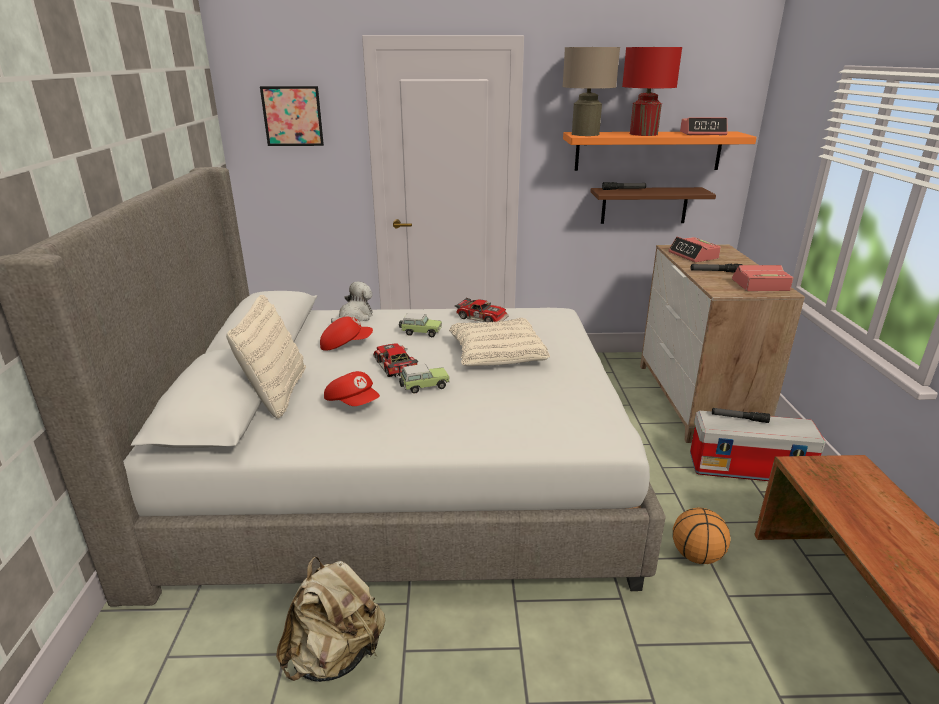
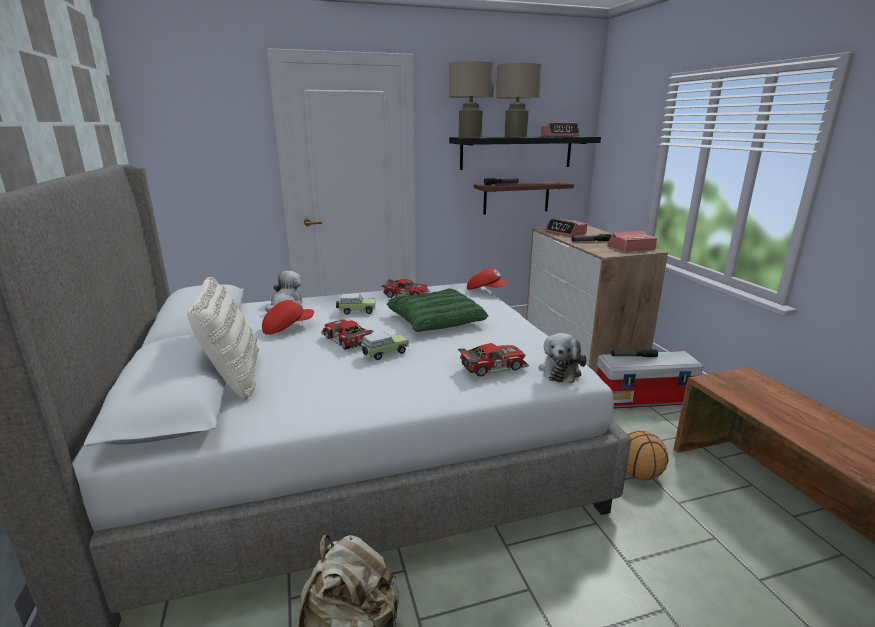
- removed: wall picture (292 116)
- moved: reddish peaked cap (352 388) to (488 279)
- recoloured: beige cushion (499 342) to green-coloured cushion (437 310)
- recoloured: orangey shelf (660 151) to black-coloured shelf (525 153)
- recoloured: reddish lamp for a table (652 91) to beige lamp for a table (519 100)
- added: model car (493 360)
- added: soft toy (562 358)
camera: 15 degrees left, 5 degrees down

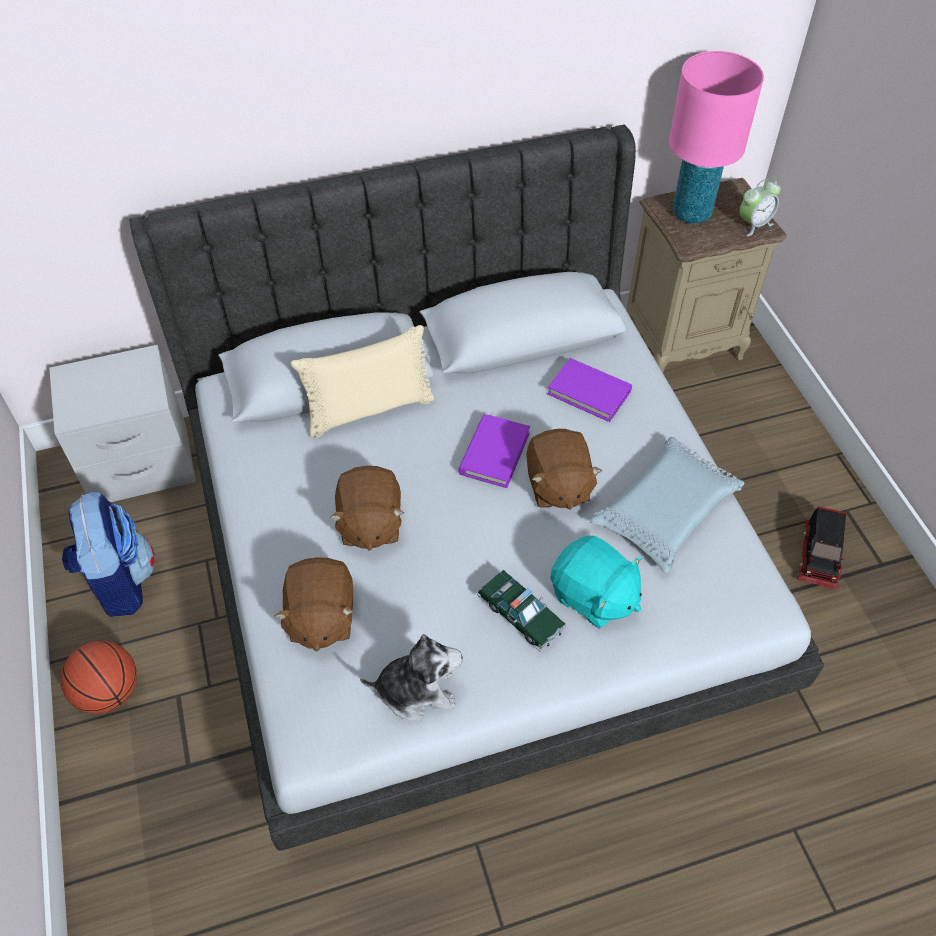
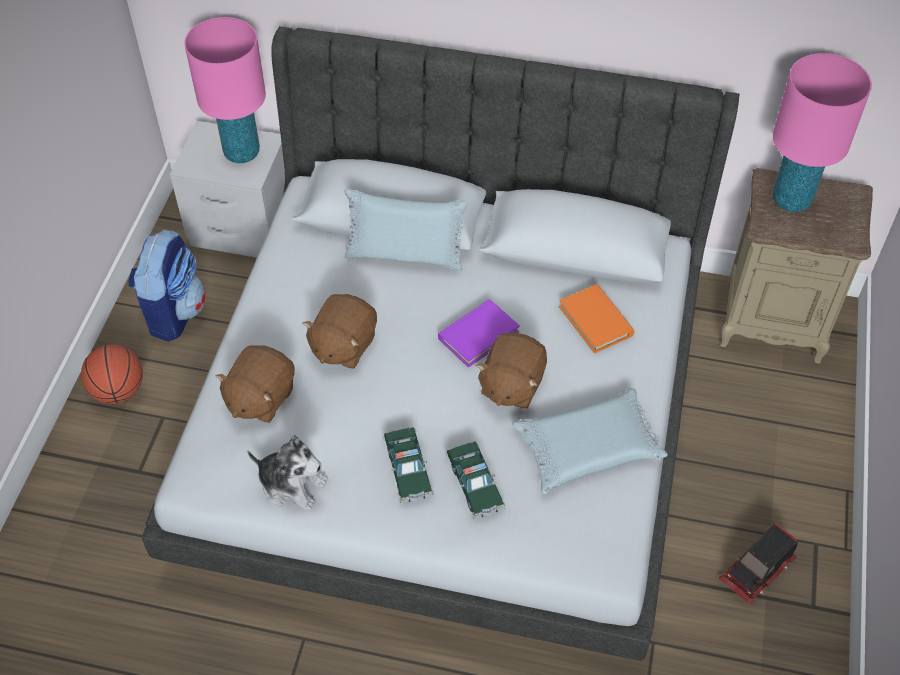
- recoloured: beige cushion (362 382) to bluish cushion (405 230)
- recoloured: purplish volume (589 390) to orangey volume (596 318)
- replaced: blue-green soft toy (596 582) to model car (475 479)
- removed: bedside clock (760 207)
- added: pink-coloured lamp for a table (225 90)
camera: 30 degrees right, 0 degrees up

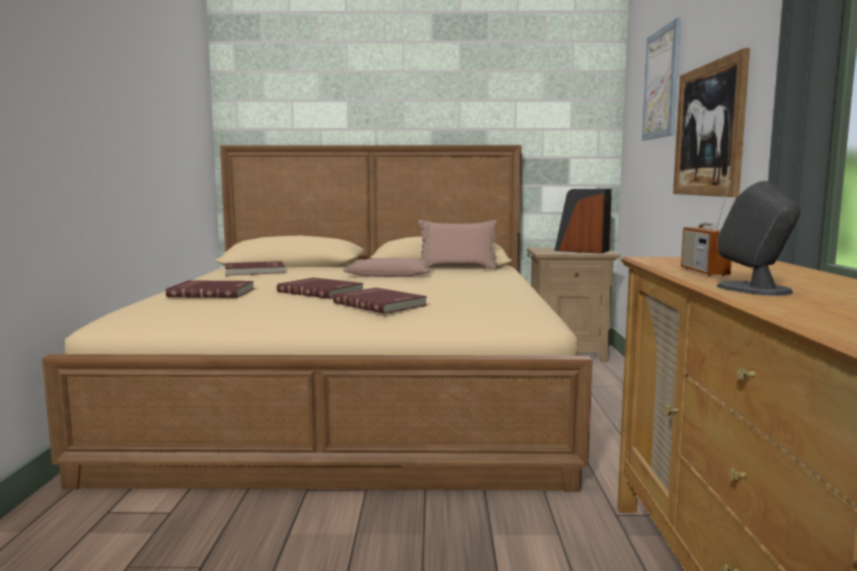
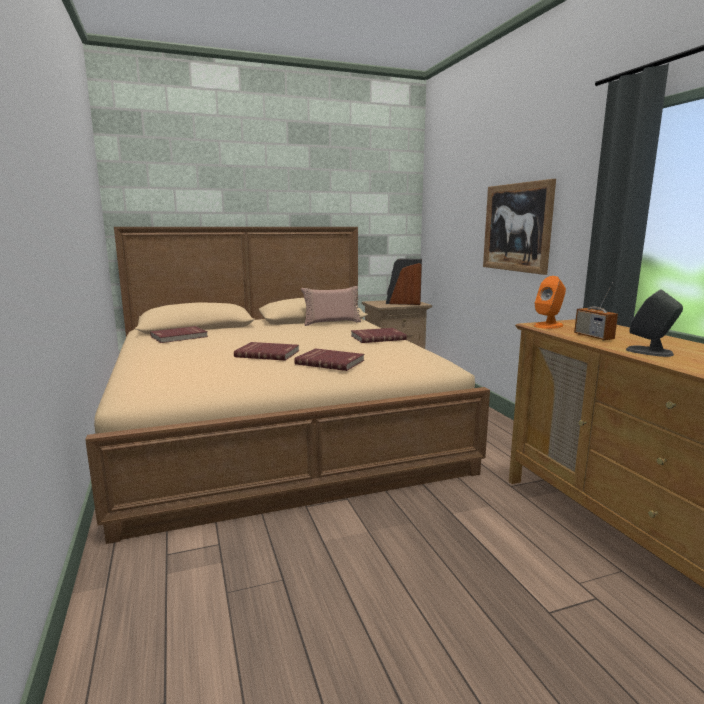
- moved: reddish volume (210 289) to (379 335)
- removed: beige cushion (388 267)
- removed: wall picture (661 79)
- added: orangey loudspeaker (550 302)
camera: 20 degrees left, 5 degrees up

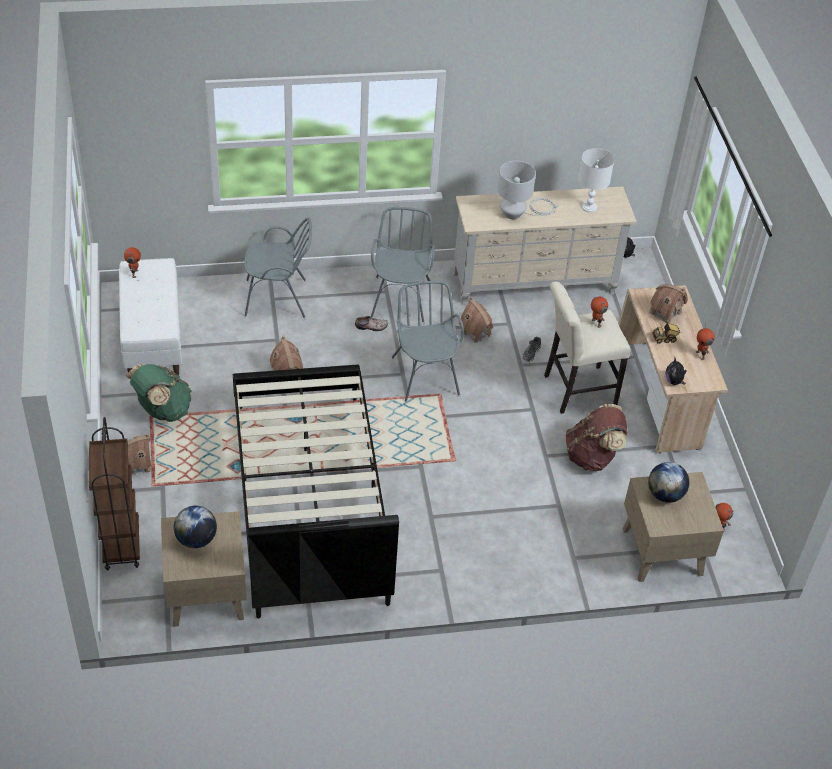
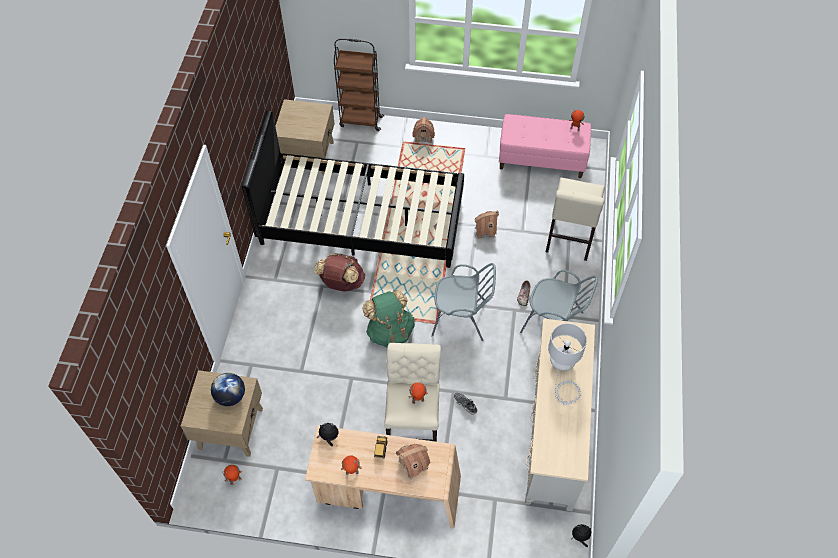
- recoloured: whitish bench (150 316) to pink-coloured bench (545 146)
- moved: green-coloured backpack (158 393) to (389 319)
- removed: desk globe (195 527)
- replaced: grey chair (278 268) to beige stool seat (575 219)
- removed: model house (476 319)
- moved: brown backpack (597 437) to (339 272)
- removed: whitish lamp for a table (596 180)
camera: 110 degrees right, 10 degrees up

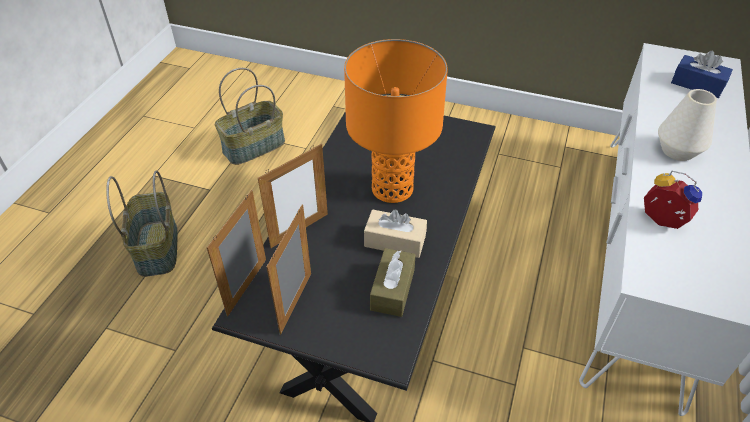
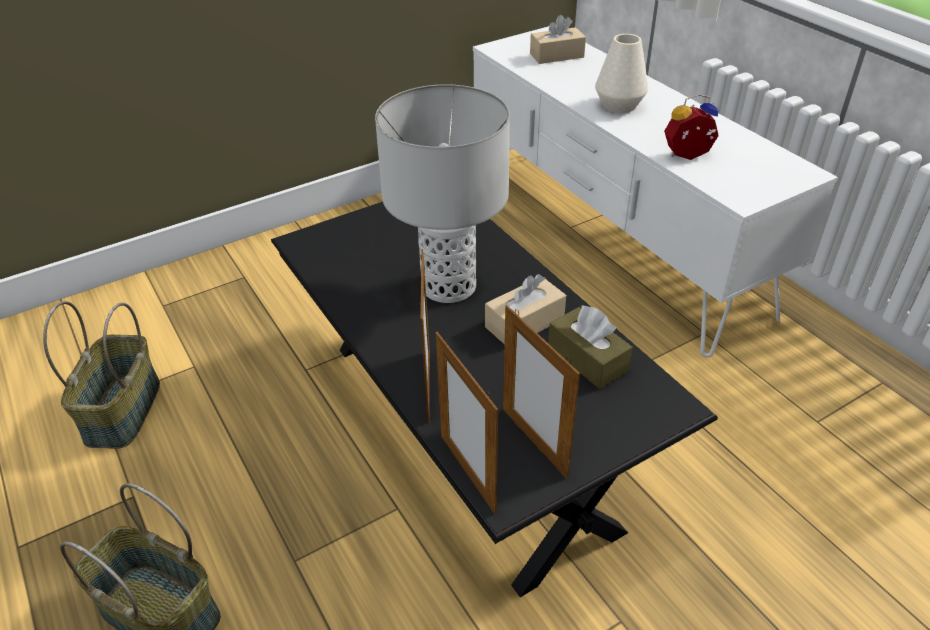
- recoloured: orangey lamp for a table (396 121) to whitish lamp for a table (442 193)
- recoloured: bluish tissue box (702 74) to beige tissue box (558 39)
camera: 50 degrees left, 5 degrees down

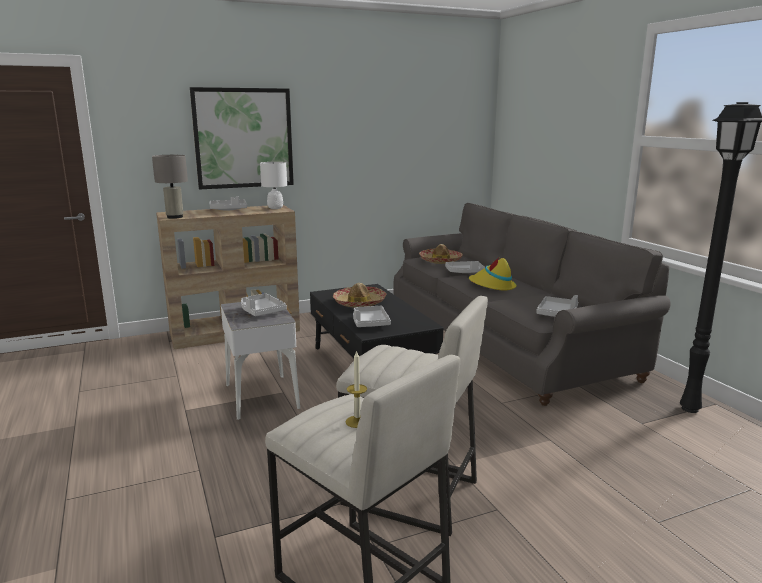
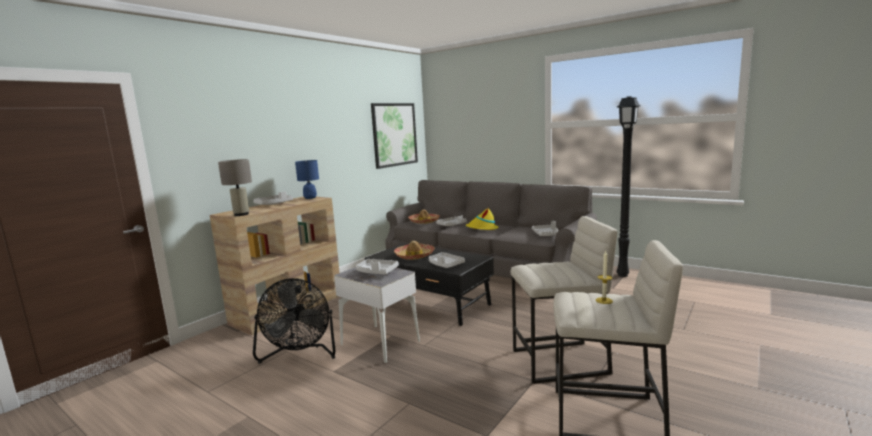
- moved: wall picture (242 138) to (394 136)
- recoloured: whitish lamp for a table (273 185) to bluish lamp for a table (307 179)
- added: black-coloured fan (294 321)
camera: 30 degrees left, 5 degrees down

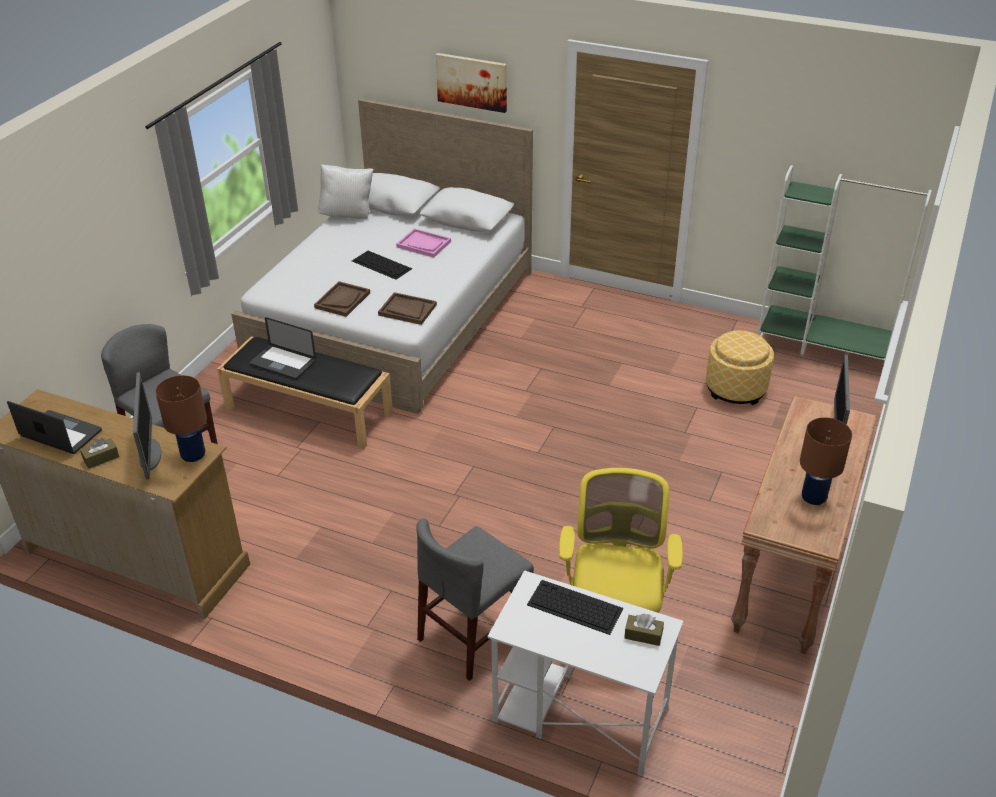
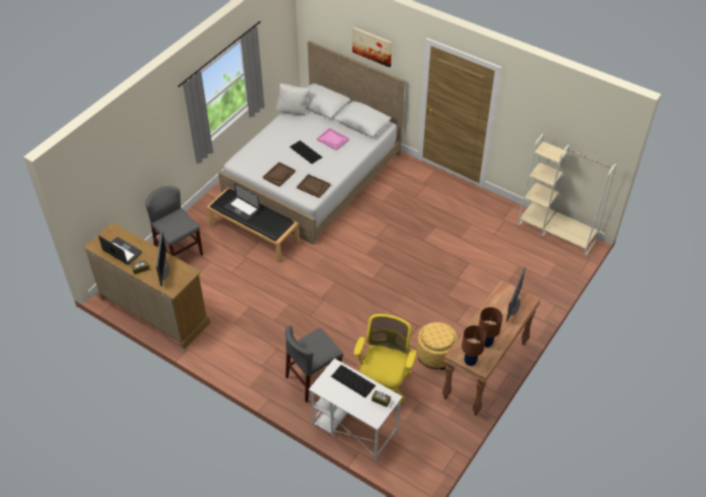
- moved: brown lamp for a table (181 418) to (474 345)
- moved: ottoman (740 368) to (437 346)
- recoloured: green-coloured garment rack (844 269) to beige garment rack (566 195)
camera: 10 degrees right, 10 degrees up

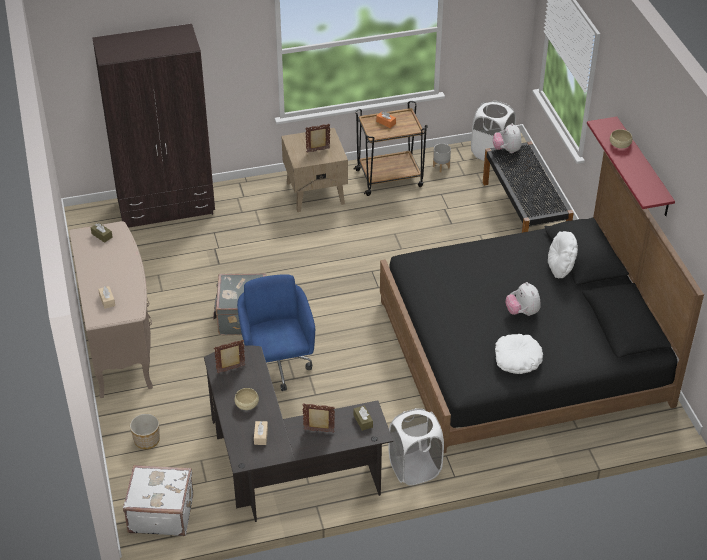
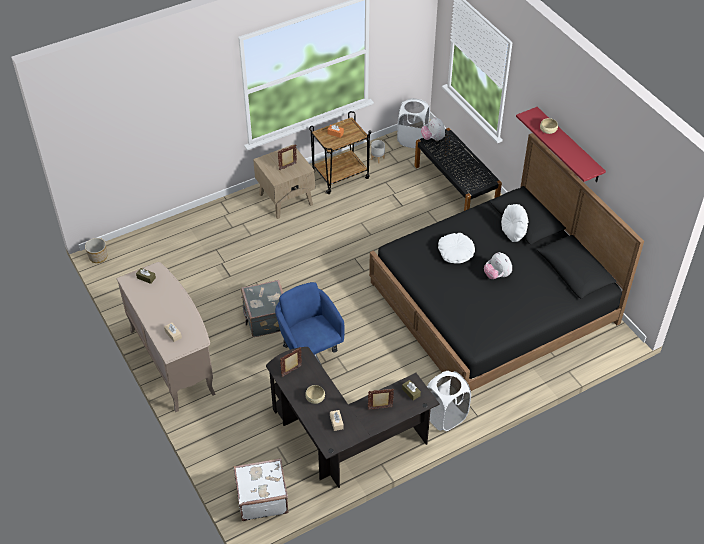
- removed: brown clothes cupboard (153 126)
- moved: planter (145 431) to (96 250)
- moved: whitish cushion (519 354) to (456 248)
camera: 15 degrees left, 5 degrees up

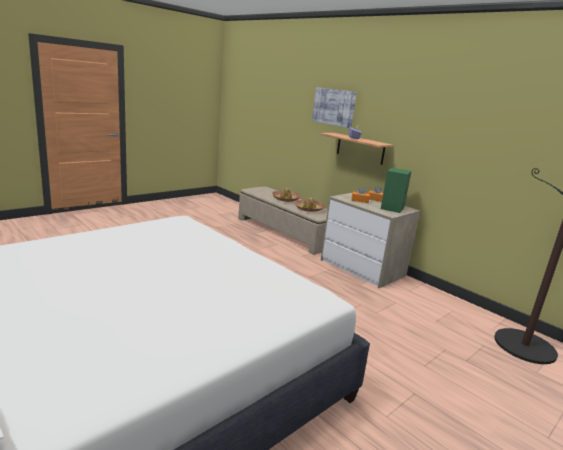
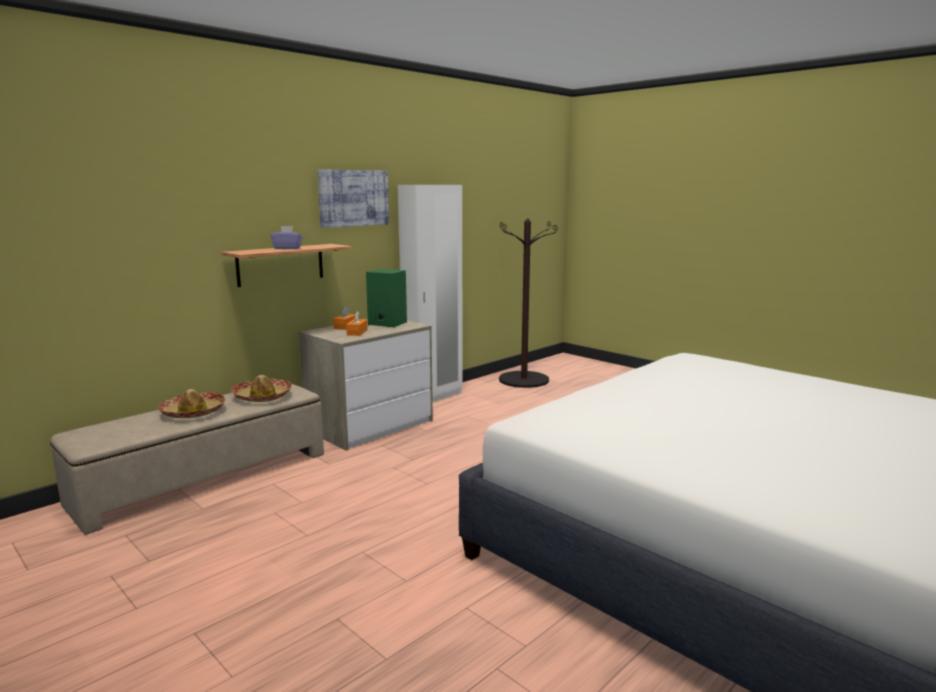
- moved: wall picture (334 107) to (353 198)
- added: whitish clothes cupboard (430 293)
camera: 90 degrees left, 5 degrees down

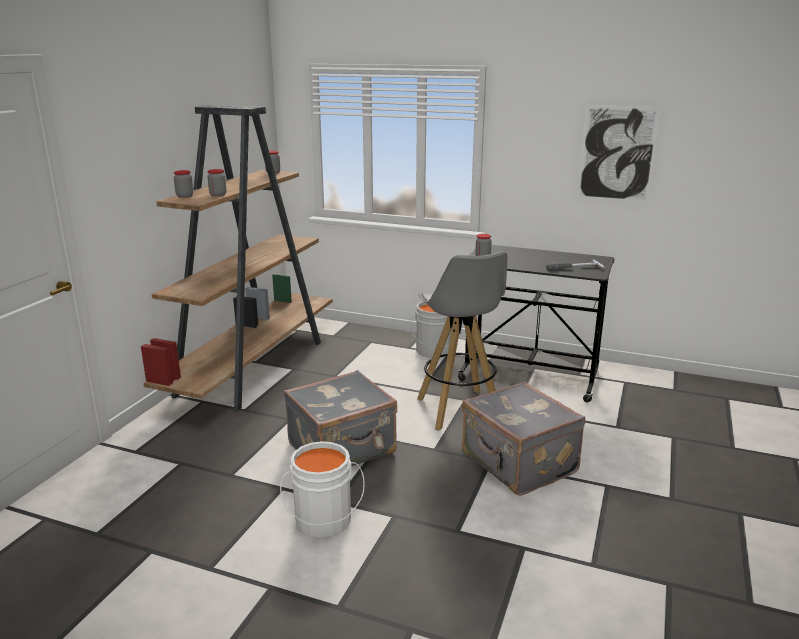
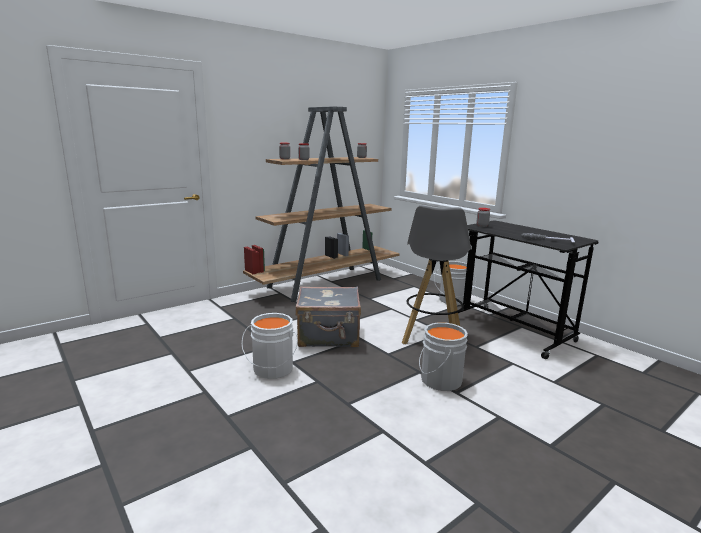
- replaced: grey travel case (523 439) to grey water bucket (443 356)
- removed: wall picture (618 153)
camera: 30 degrees right, 5 degrees down

